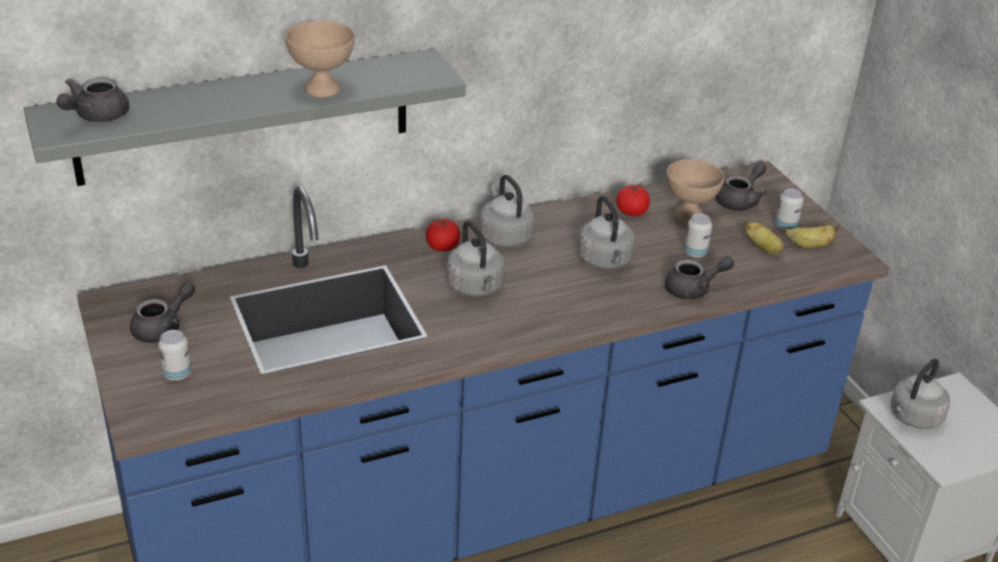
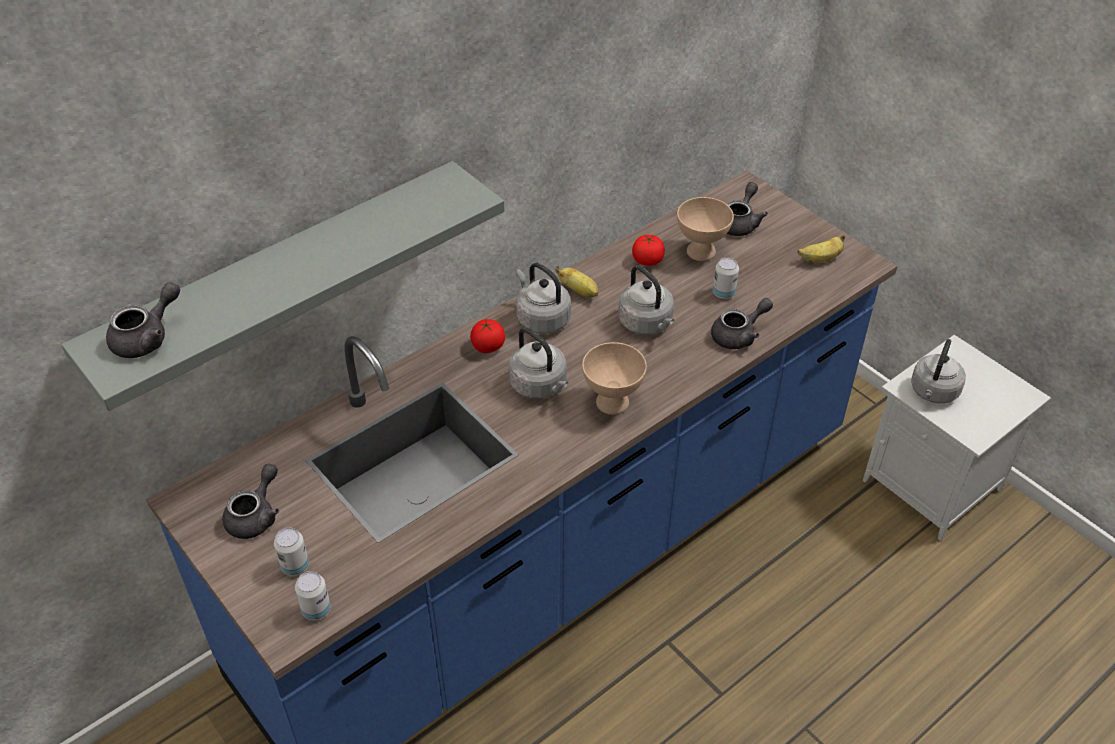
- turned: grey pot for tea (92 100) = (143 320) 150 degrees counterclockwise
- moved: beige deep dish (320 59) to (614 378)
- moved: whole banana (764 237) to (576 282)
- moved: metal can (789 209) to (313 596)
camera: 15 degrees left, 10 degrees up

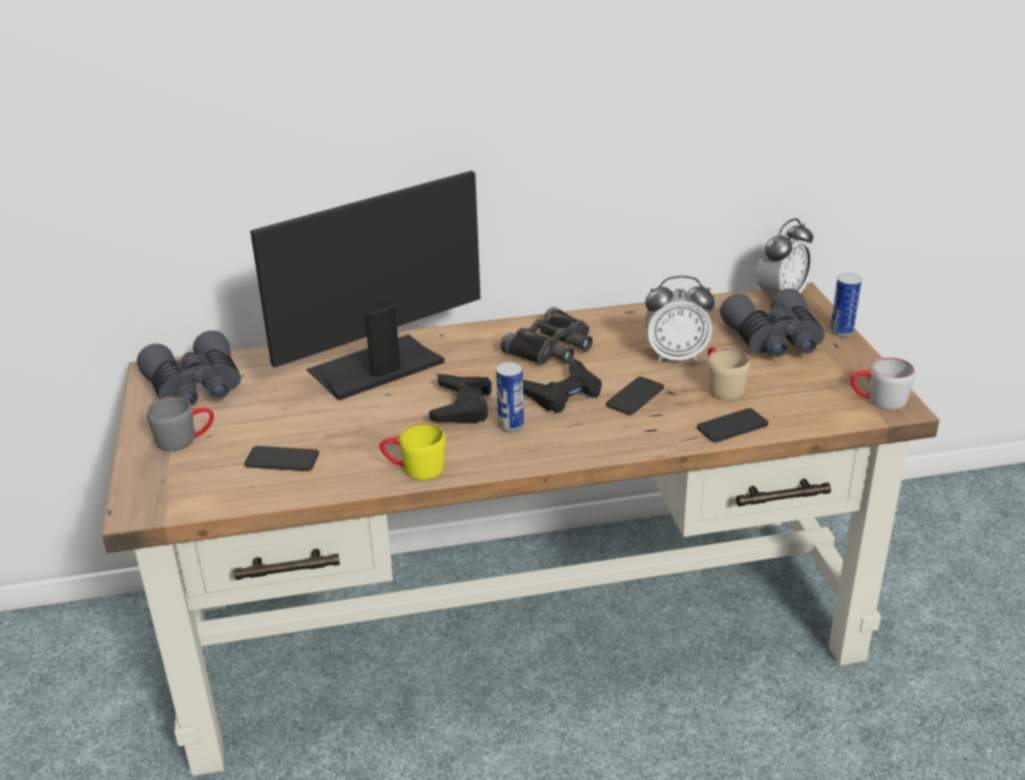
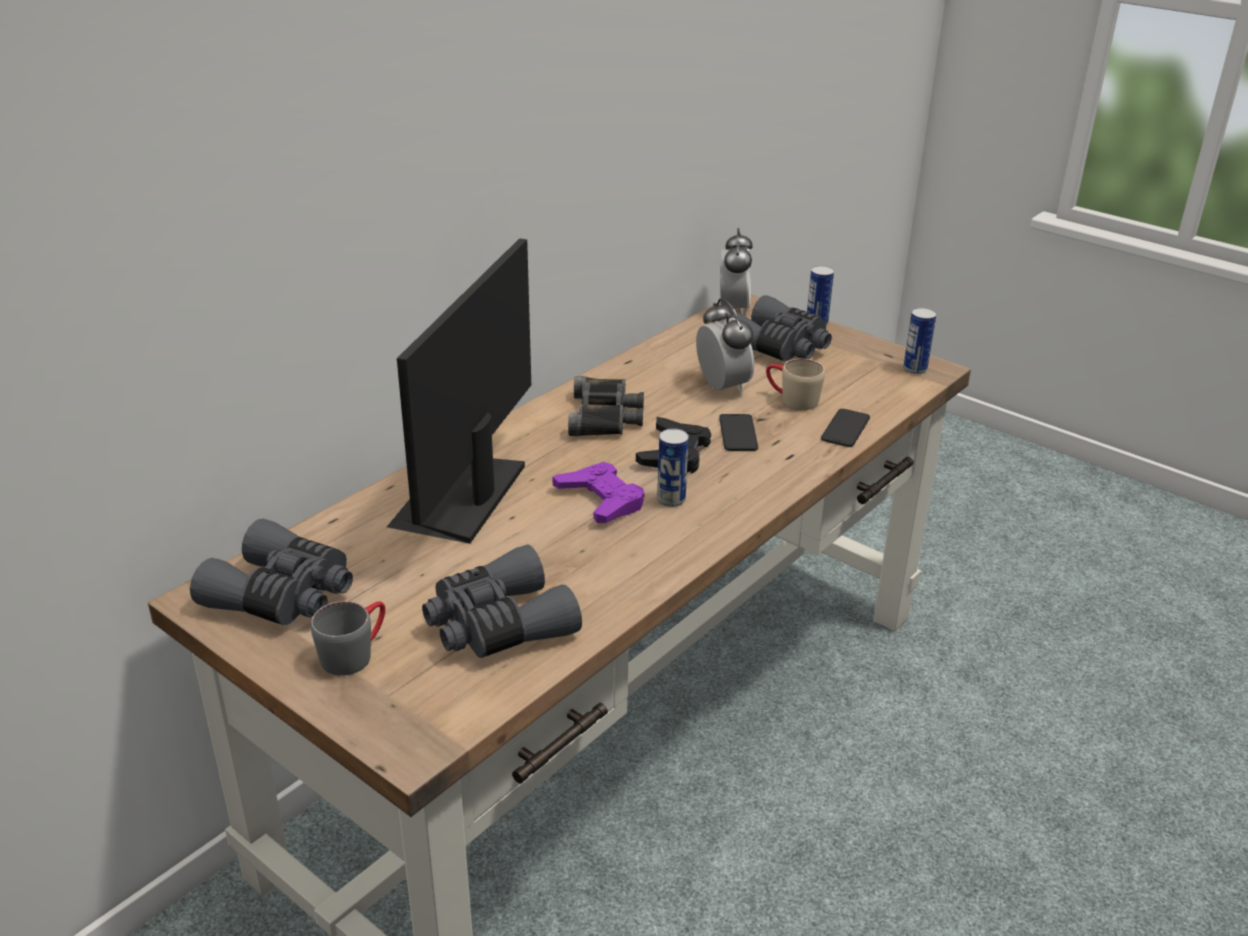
- replaced: phone (281 458) to grey binoculars (502 601)
- removed: yellow-coloured coffee mug (413 451)
- recoloured: black-coloured gamepad (460 399) to purplish gamepad (599 492)
- turned: bedside clock (680 319) = (725 346) 75 degrees counterclockwise
- replaced: grey coffee mug (882 383) to metal can (919 341)
camera: 40 degrees left, 0 degrees up

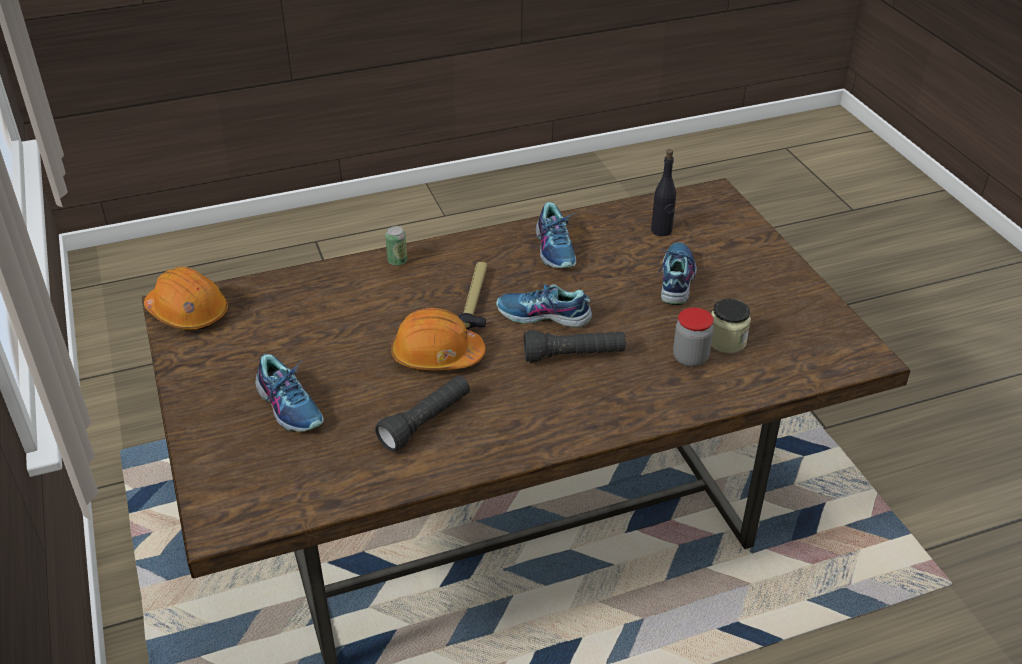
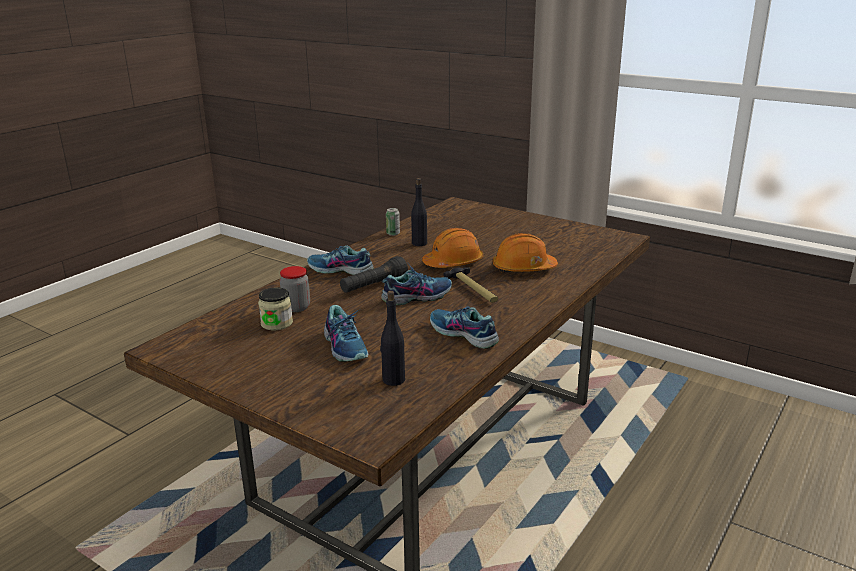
- moved: orangey safety helmet (186 298) to (525 252)
- moved: item of footwear (289 393) to (340 260)
- replaced: black-coloured flashlight (422 413) to black-coloured bottle (419 212)
- moved: metal can (396 246) to (393 222)
camera: 145 degrees right, 15 degrees down

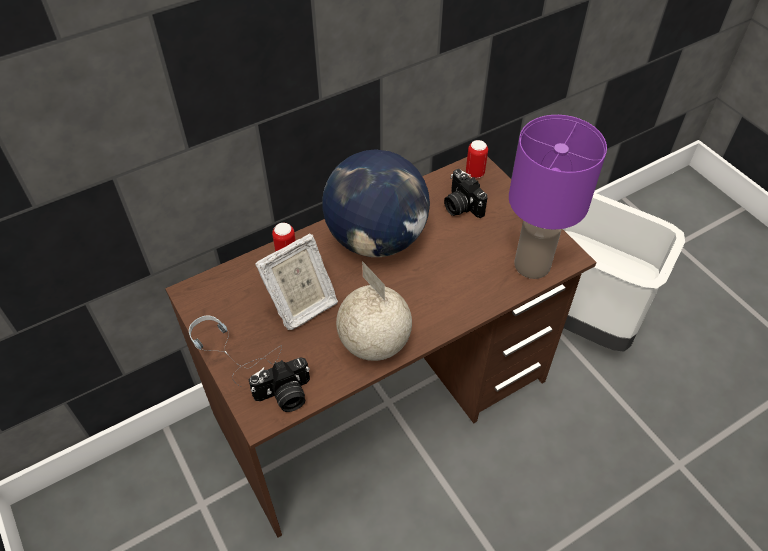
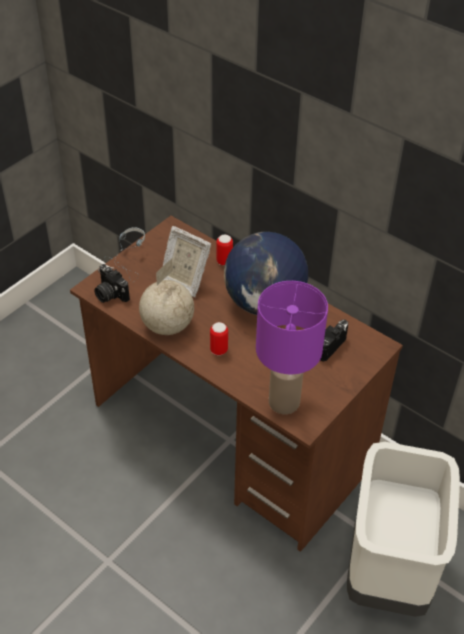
- moved: metal can (477 159) to (219 338)
camera: 70 degrees right, 5 degrees down

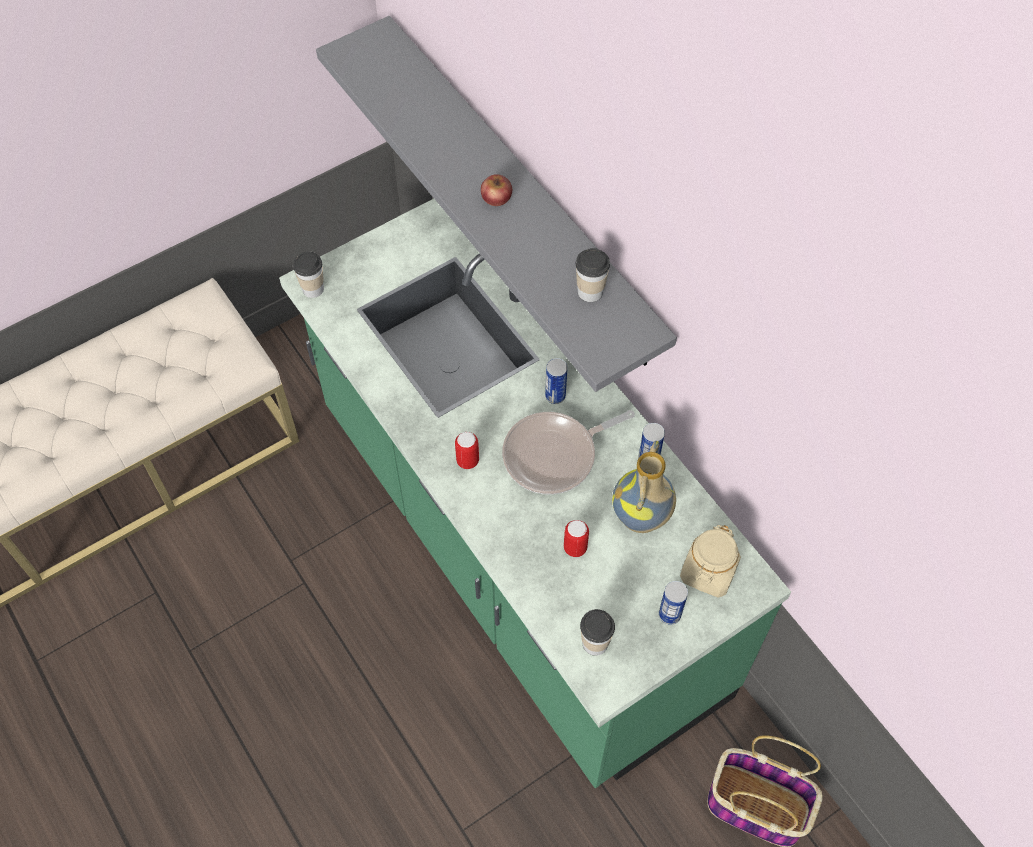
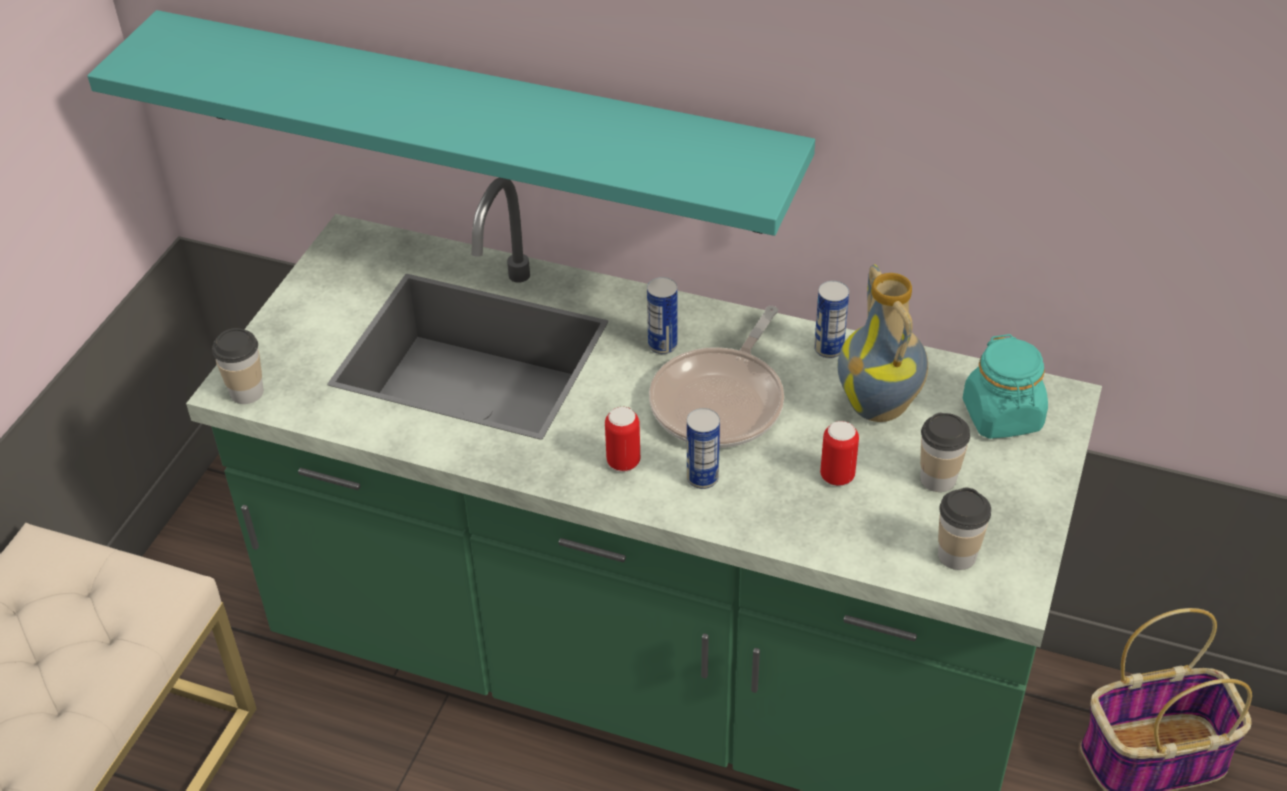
- recoloured: grey shelf (496 204) to blue-green shelf (451 123)
- removed: whole apple (496 190)
- moved: cup (593 275) to (945 452)
- moved: metal can (673 603) to (703 448)
- recoloured: beige jar (710 561) to blue-green jar (1005 386)
camera: 35 degrees left, 15 degrees down

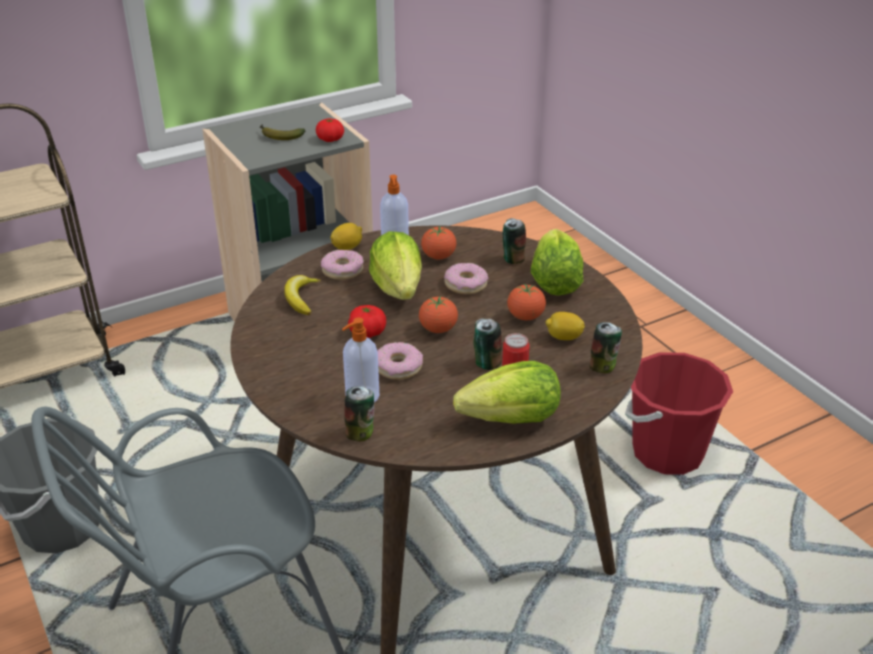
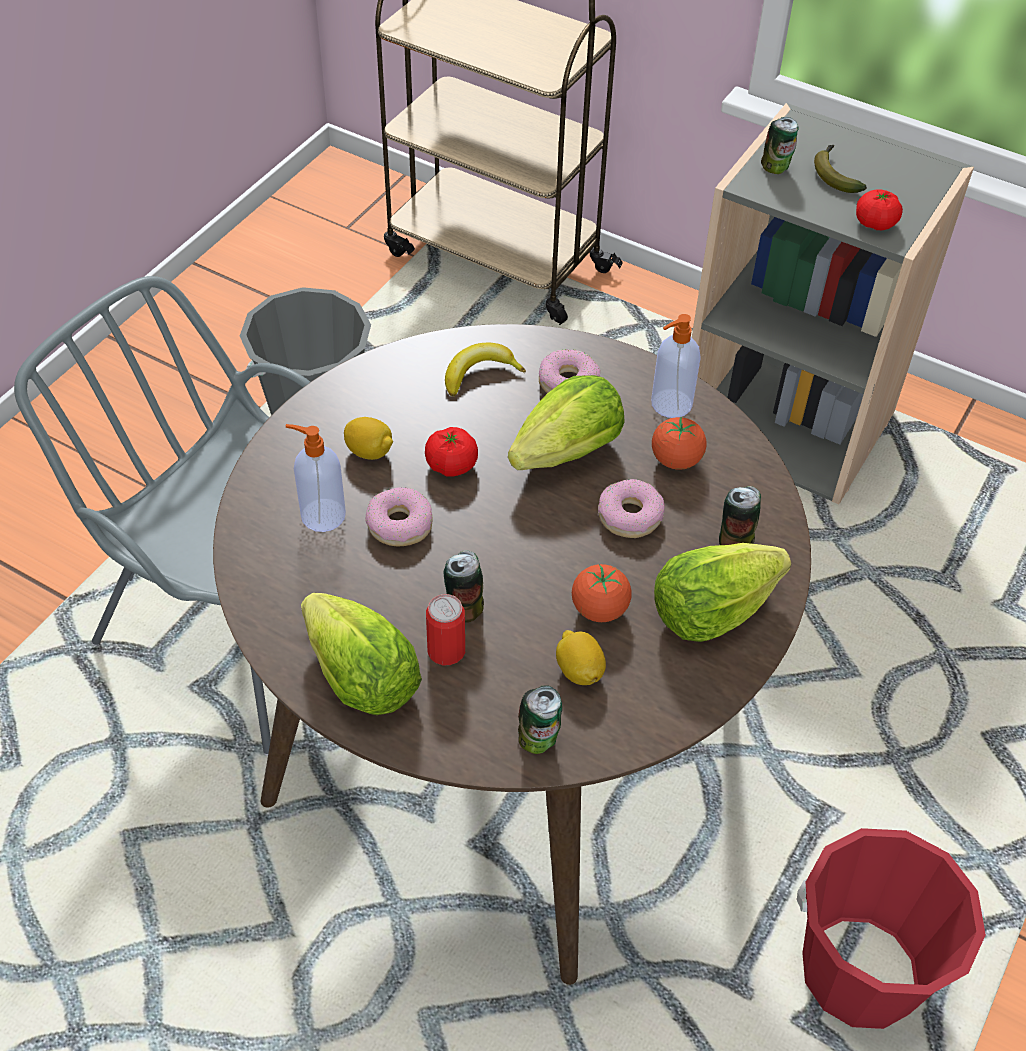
- moved: lemon (346 236) to (368 438)
- moved: metal can (359 414) to (779 145)
- removed: tomato (438 314)
camera: 60 degrees right, 15 degrees up

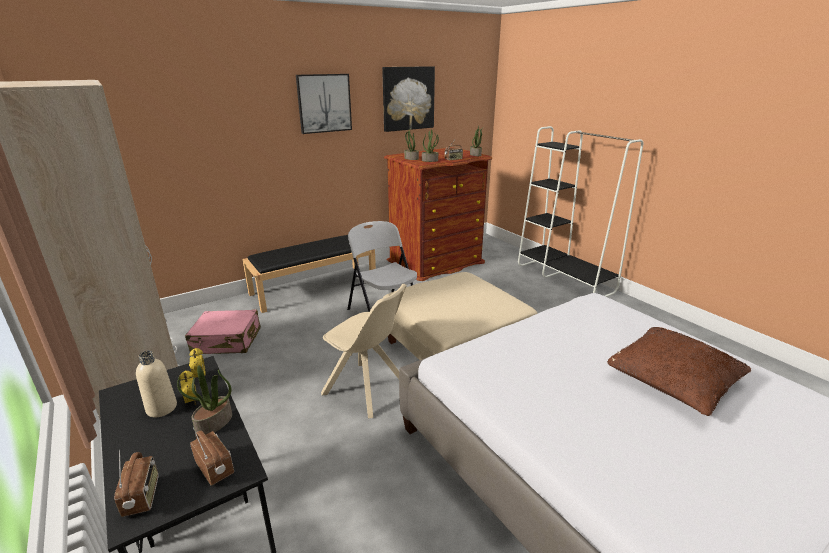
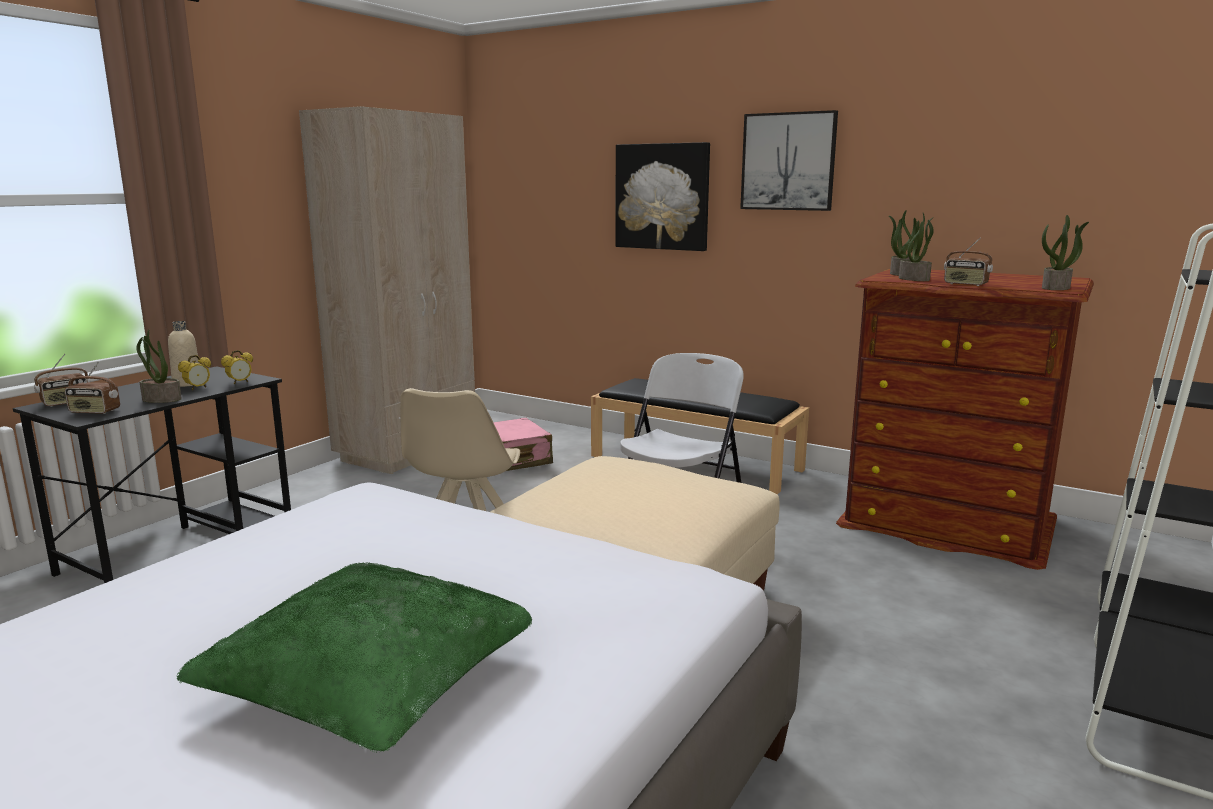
- turned: radio receiver (212 456) = (92 387) 75 degrees clockwise
- moved: wall picture (408 99) to (662 196)
- recoloured: brown cushion (679 371) to green-coloured cushion (354 657)
camera: 65 degrees right, 10 degrees down

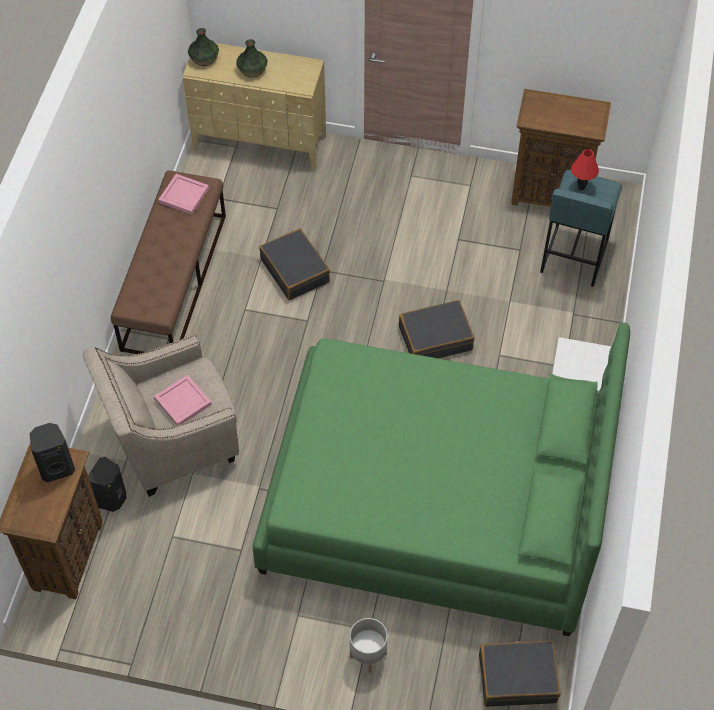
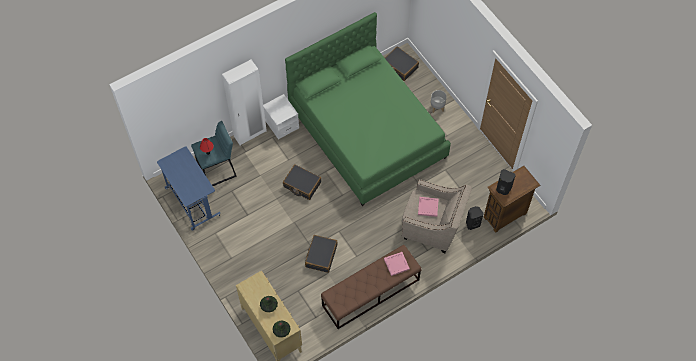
- moved: pink-coloured carrying tray (183 194) to (397 264)
- replaced: brown cupboard (561 148) to bluish desk (188 188)
- added: whitish clothes cupboard (244 102)
camera: 135 degrees left, 5 degrees up

